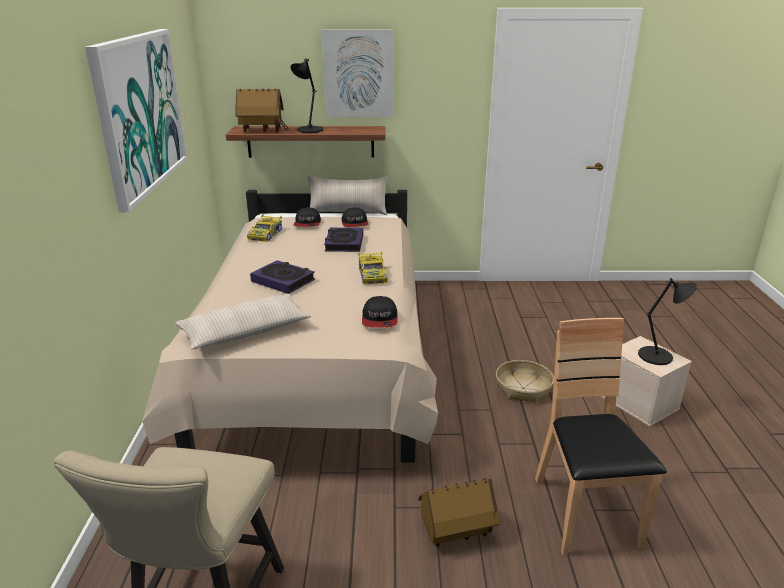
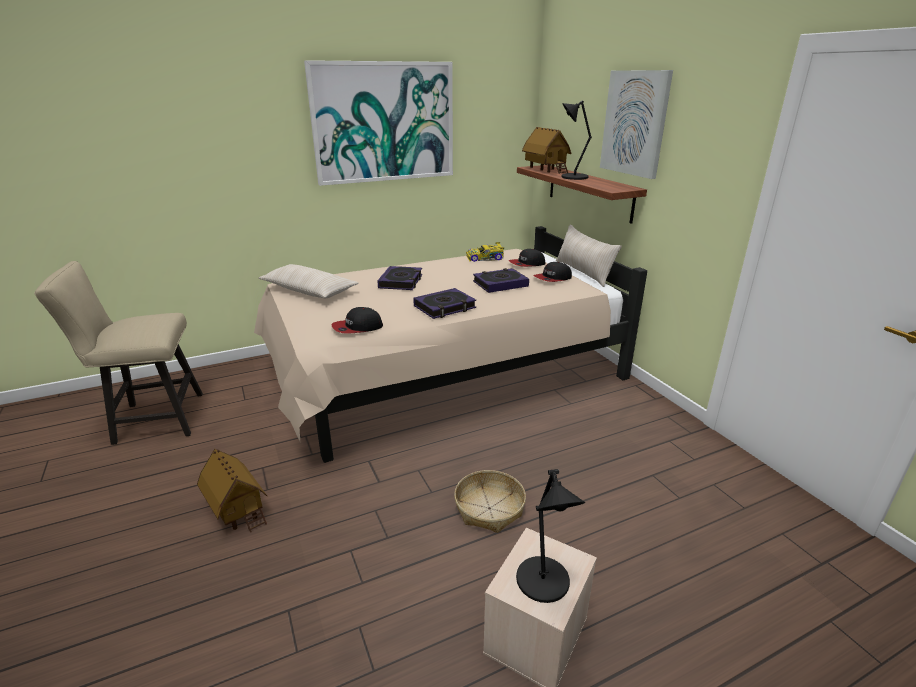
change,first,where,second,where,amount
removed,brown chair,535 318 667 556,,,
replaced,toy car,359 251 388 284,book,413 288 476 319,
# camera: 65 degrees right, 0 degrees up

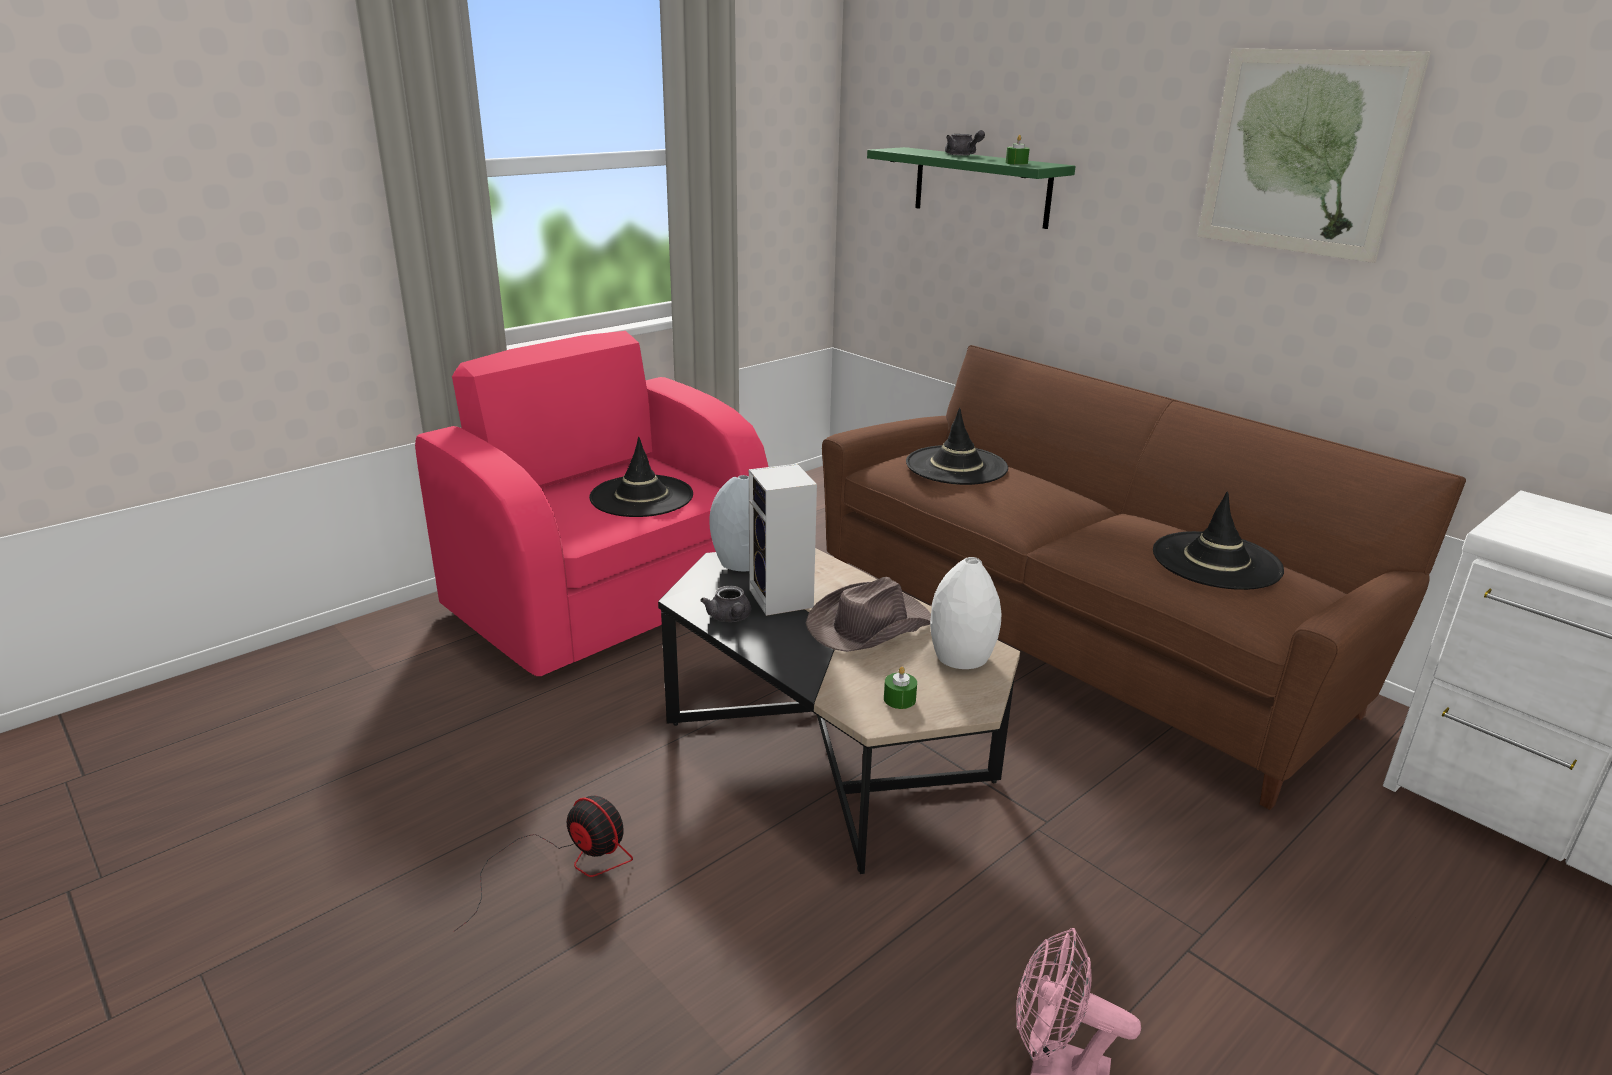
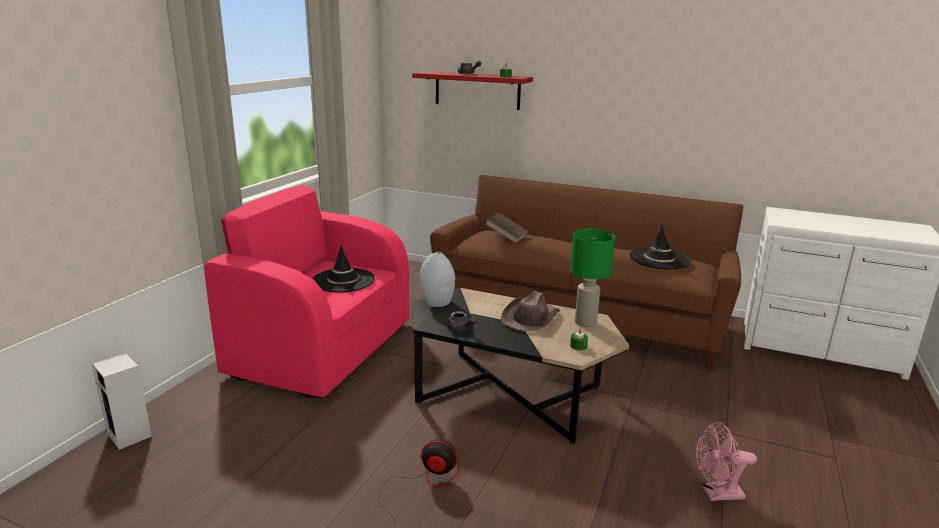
change,first,where,second,where,amount
removed,picture,1197 48 1431 263,,,
moved,speaker,749 464 817 616,,92 353 152 450,
replaced,black hat,906 408 1008 485,brown book,486 213 528 243,
replaced,white vase,930 557 1002 669,green table lamp,570 229 615 327,
recoloured,green shelf,867 147 1076 229,red shelf,412 71 533 110,
# camera: 25 degrees left, 5 degrees down

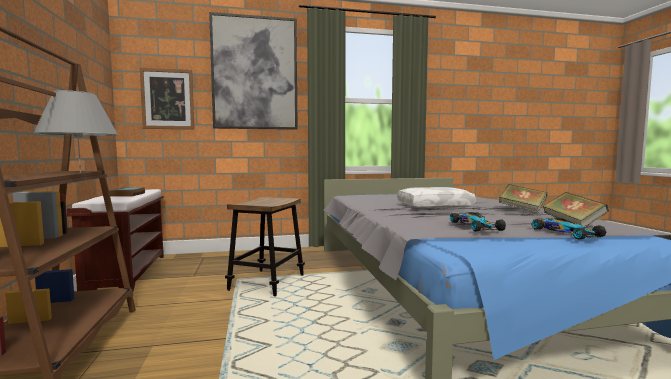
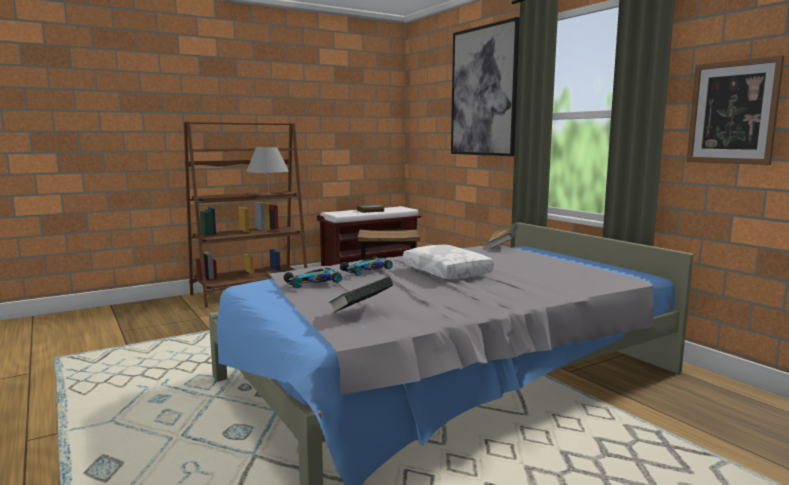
change,first,where,second,where,amount
moved,picture,140 68 195 130,,686 55 785 165,
moved,book,499 184 547 213,,488 223 518 249,
moved,toy car,531 217 606 240,,340 257 393 275,
# camera: 70 degrees right, 5 degrees up

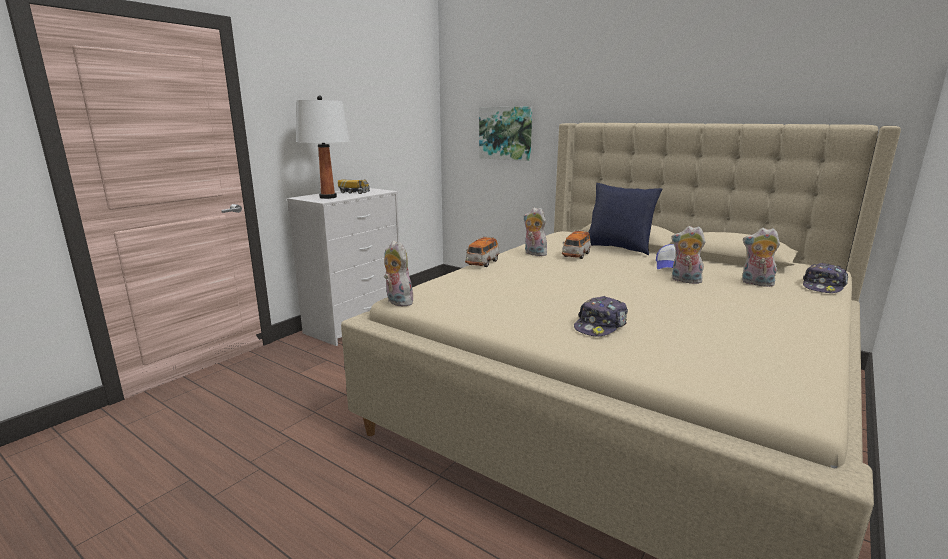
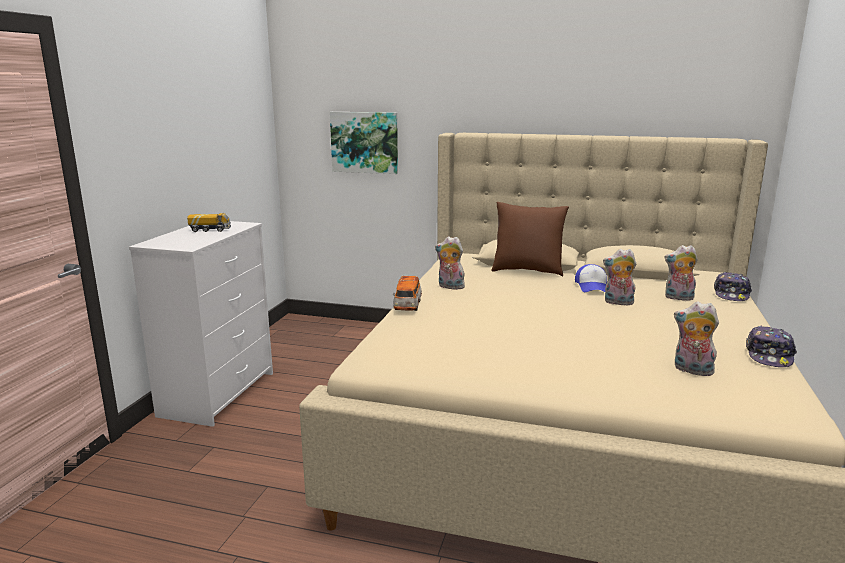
change,first,where,second,where,amount
removed,white table lamp,296 95 350 199,,,
removed,toy car,562 230 591 259,,,
moved,plush toy,384 241 413 307,,674 302 719 376,
moved,cap,574 296 628 336,,746 325 797 367,
recoloured,blue pillow,588 183 663 255,brown pillow,492 202 569 276,
# camera: 20 degrees left, 0 degrees up

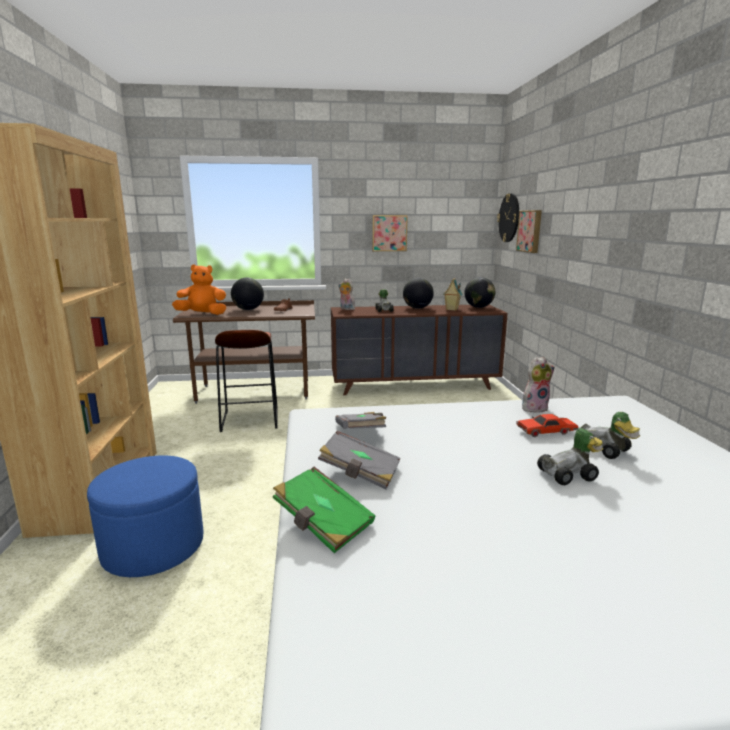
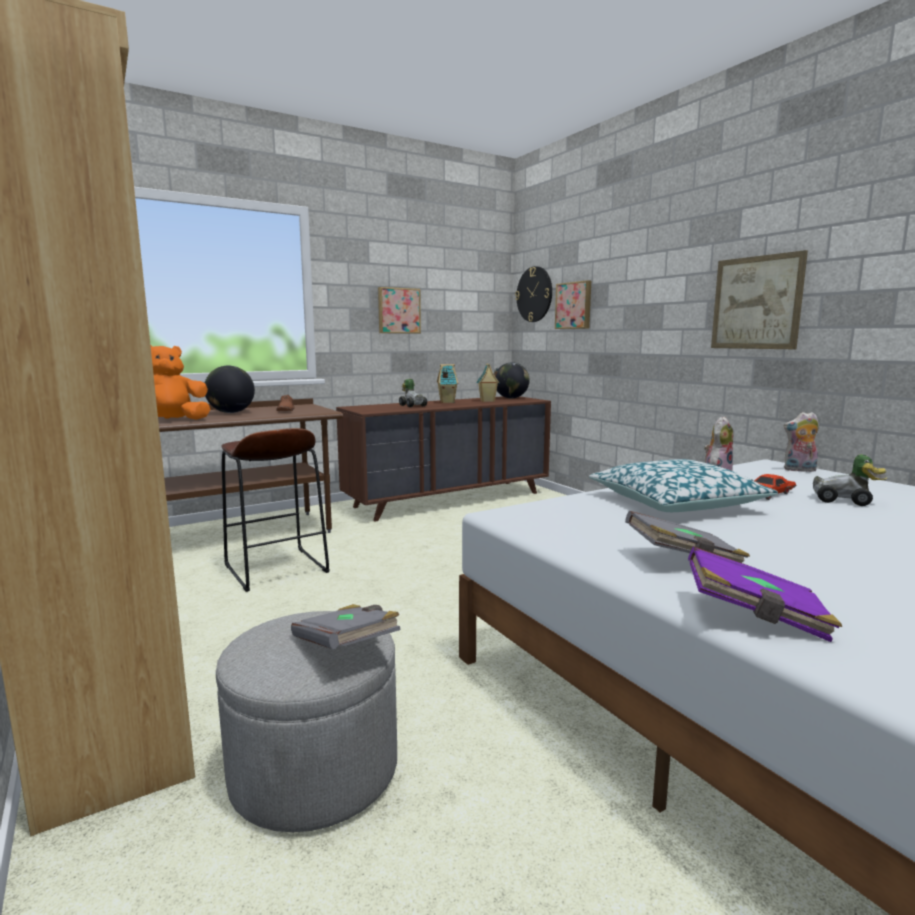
change,first,where,second,where,amount
removed,toy car,537 428 603 485,,,
added,,,pillow,589 459 778 512,
added,,,picture,711 250 808 349,
moved,grey book,335 412 386 429,,291 604 400 649,
moved,plush toy,338 279 355 310,,784 412 819 472,
replaced,globe,403 278 434 309,toy house,437 364 458 403,
recoloured,blue ottoman,87 455 203 577,grey ottoman,216 611 397 832,
recoloured,green book,273 467 375 553,purple book,688 546 842 642,
# camera: 25 degrees left, 5 degrees down

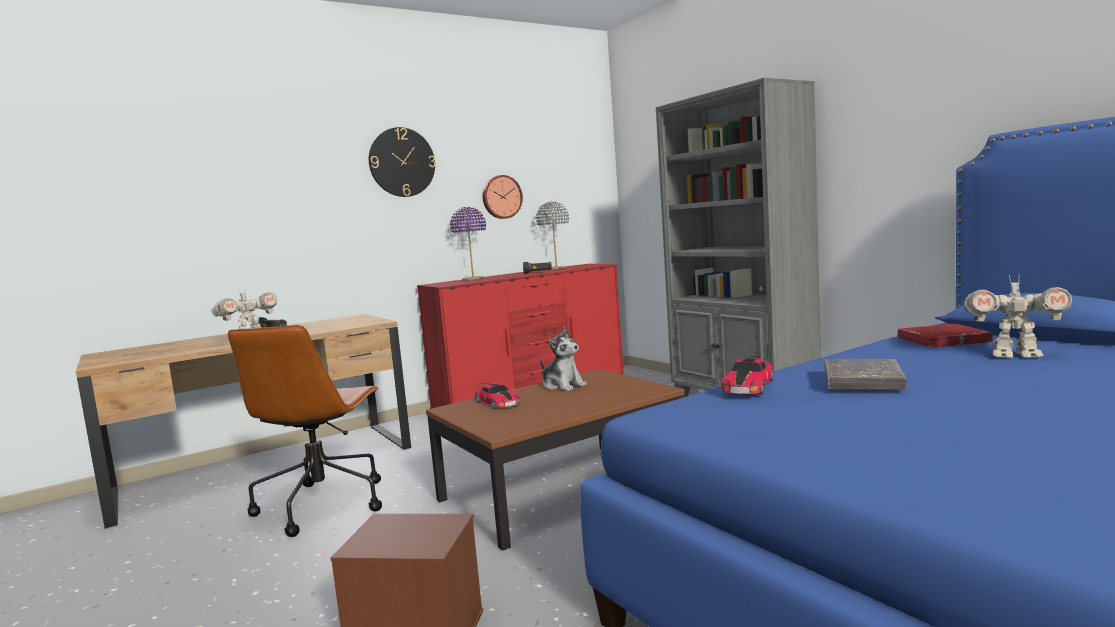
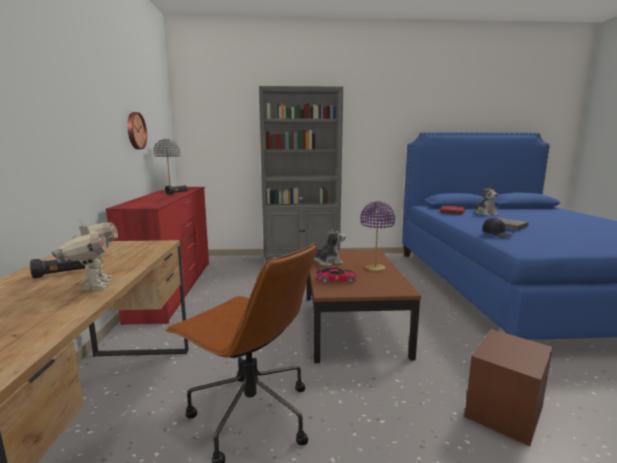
change,first,where,second,where,amount
removed,wall clock,369 127 436 197,,,
moved,purple table lamp,450 207 486 280,,360 201 395 271,
replaced,toy car,722 356 774 394,black cap,483 218 513 238,
replaced,toy robot,963 274 1072 358,plush toy,475 184 499 216,
# camera: 60 degrees left, 5 degrees up

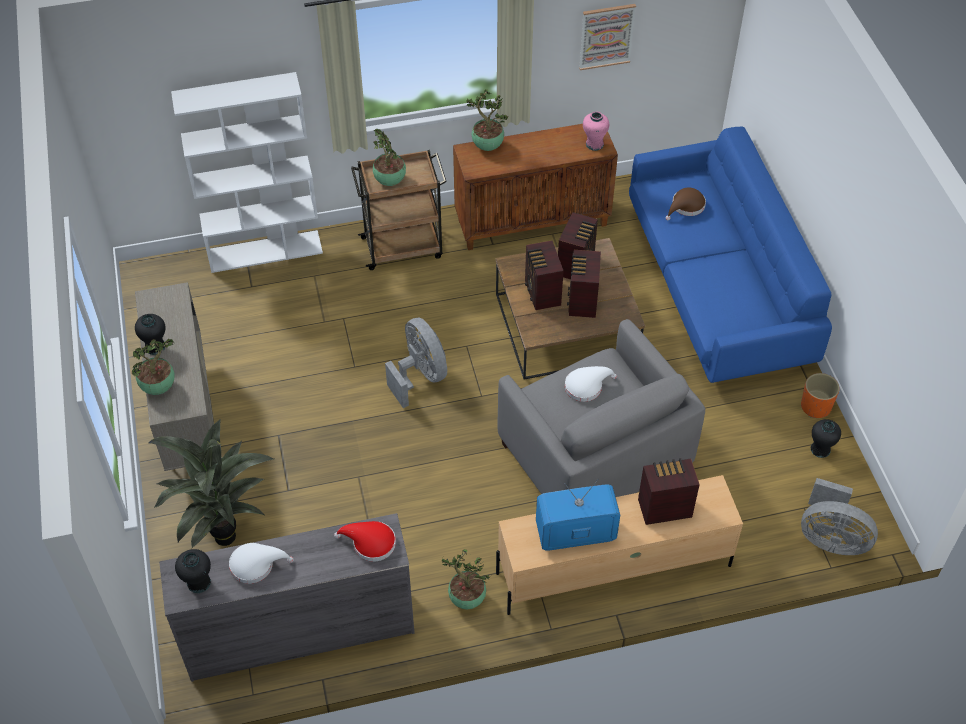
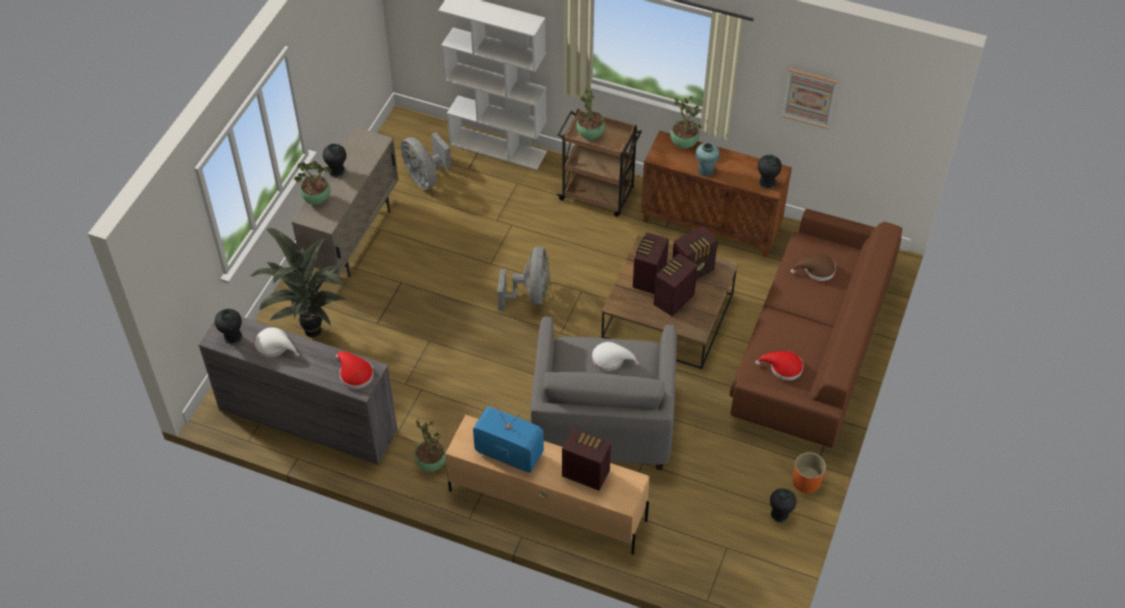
change,first,where,second,where,amount
added,,,turquoise vase,696 143 720 176,
added,,,red hat,755 351 803 380,
moved,grey fan,801 478 878 555,,401 132 452 189,
recoloured,pink vase,583 112 609 151,black vase,758 155 782 189,
recoloured,blue sofa,629 127 832 383,brown sofa,730 209 902 448,
# camera: 35 degrees right, 0 degrees up

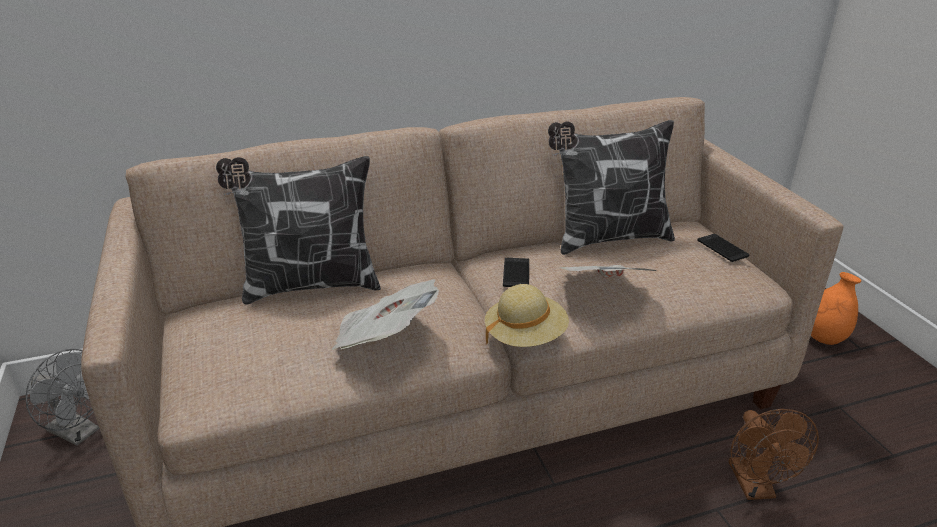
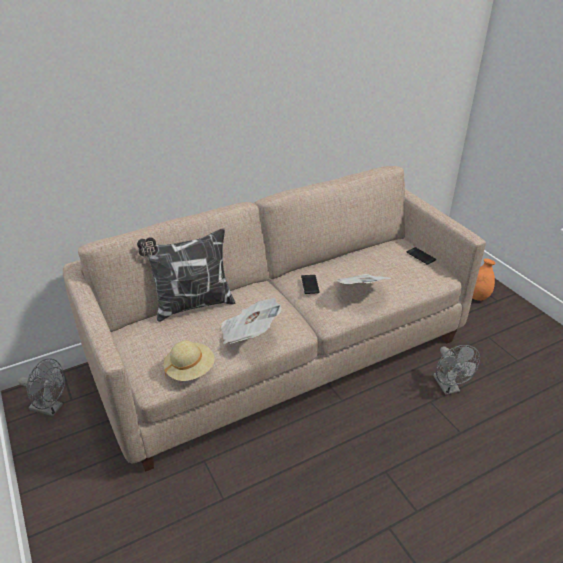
change,first,where,second,where,amount
removed,pillow,548 120 675 255,,,
moved,beige hat,485 284 569 347,,164 340 215 381,
recoloured,brown fan,729 409 819 500,grey fan,433 345 480 395,
# camera: 10 degrees left, 5 degrees up

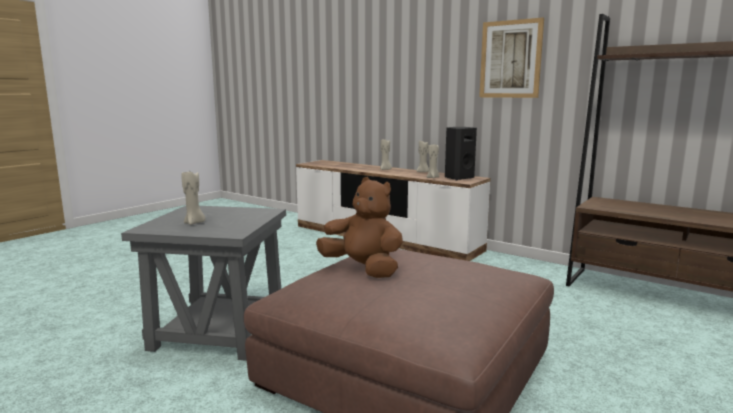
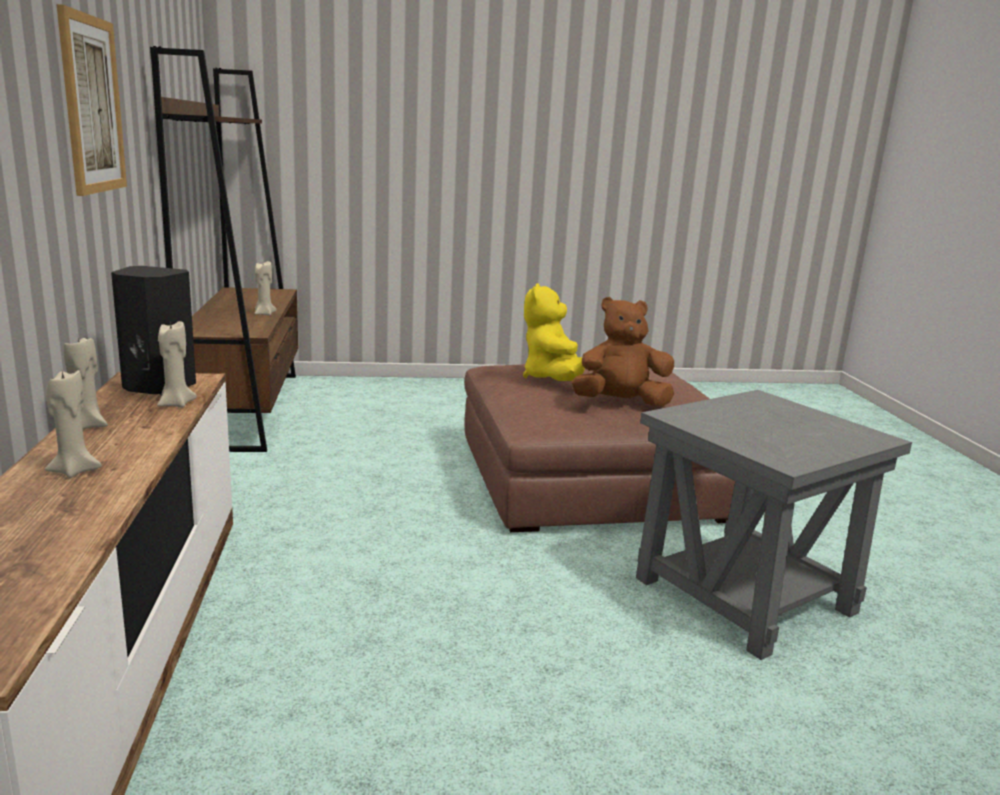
change,first,where,second,where,amount
added,,,yellow plush toy,523 283 585 381,
moved,beige candle,181 172 206 225,,255 261 276 316,
turned,brown plush toy,316 177 403 278,,572 297 674 407,90 degrees clockwise
# camera: 135 degrees left, 5 degrees up

